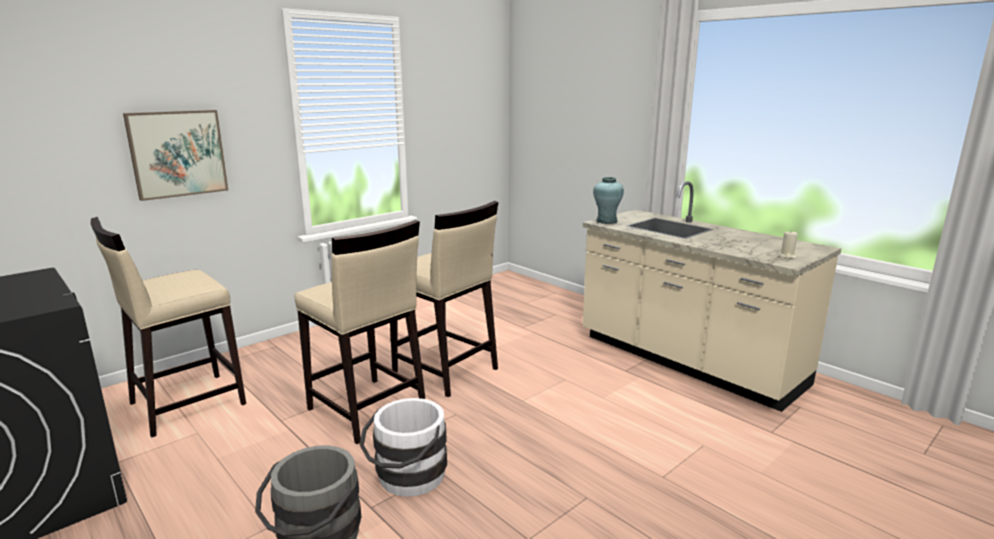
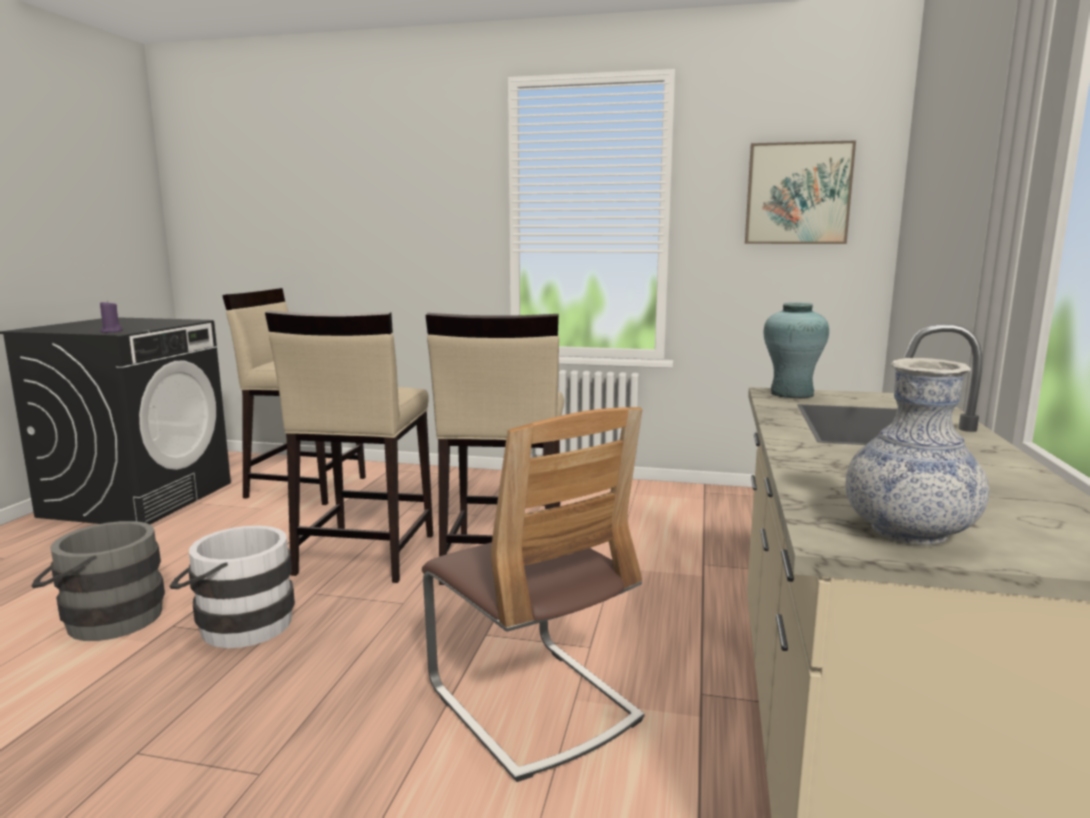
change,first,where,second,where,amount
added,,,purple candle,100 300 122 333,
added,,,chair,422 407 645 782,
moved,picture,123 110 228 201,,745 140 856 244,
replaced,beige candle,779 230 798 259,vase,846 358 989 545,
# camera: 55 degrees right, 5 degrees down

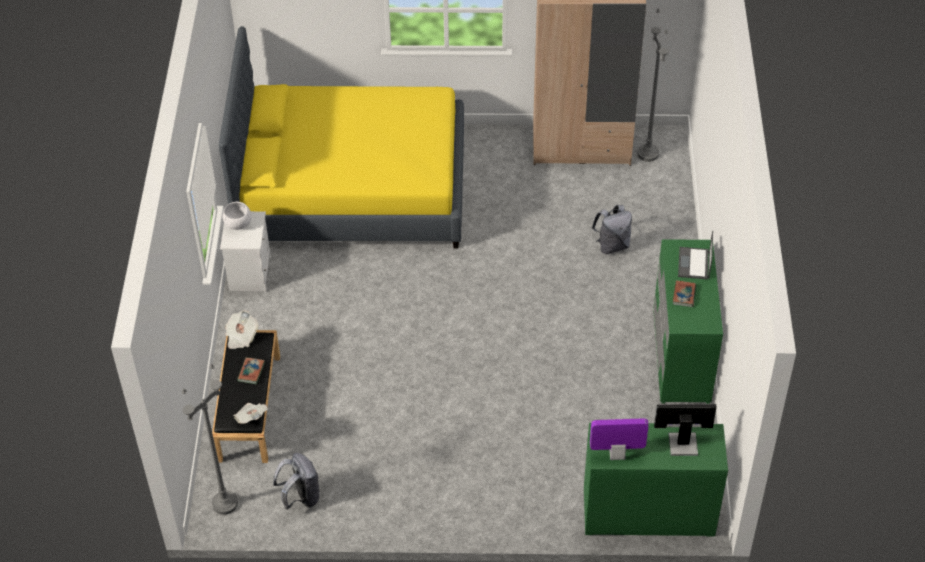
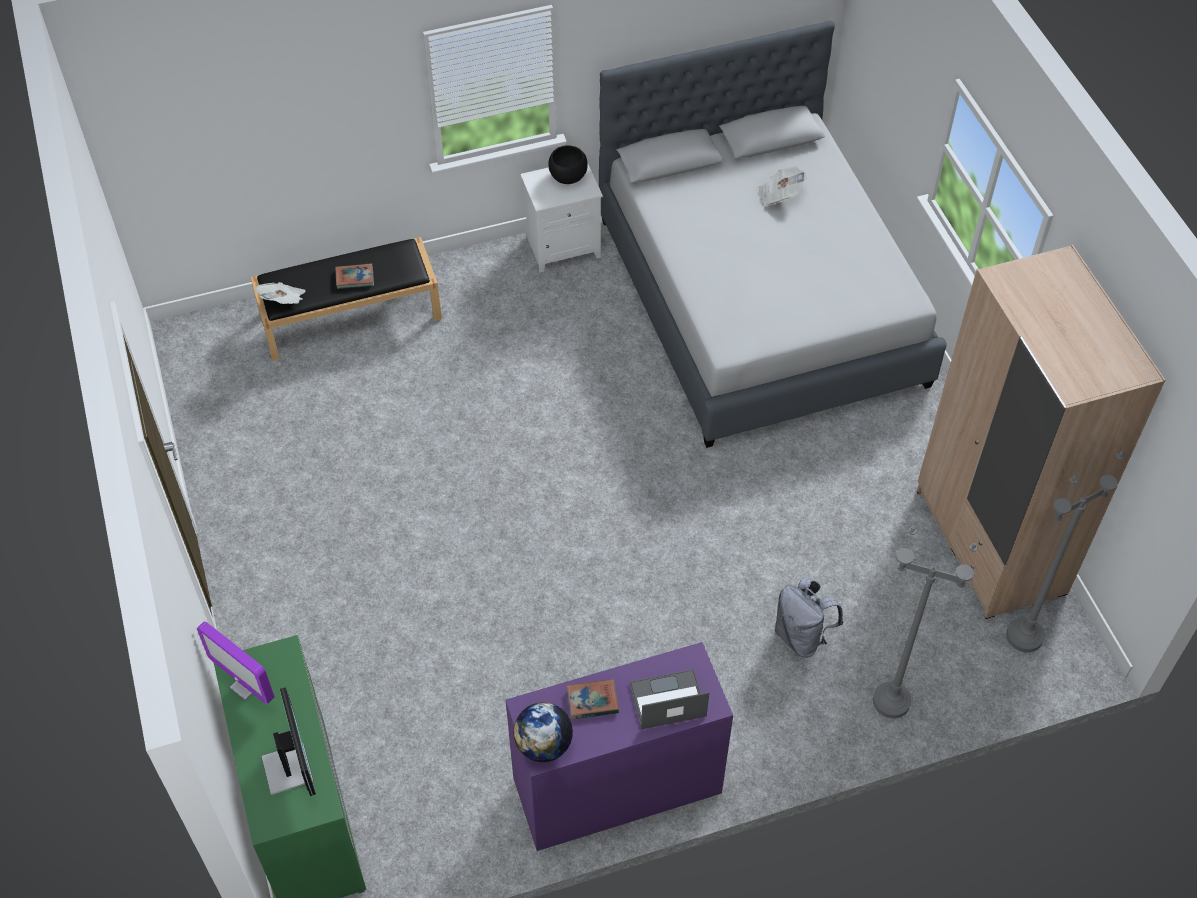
change,first,where,second,where,amount
removed,grey backpack,273 453 320 510,,,
added,,,globe,513 702 573 762,
moved,grey floor lamp,182 363 238 515,,873 526 978 718,
moved,newspaper,225 310 258 349,,756 166 807 206,
recoloured,yellow bed,219 26 464 249,grey bed,599 20 947 448,
recoloured,white bowl,223 202 252 230,black bowl,548 145 588 184,
recoloured,green dresser,653 239 723 404,purple dresser,506 642 733 851,
turned,monitor,590 418 649 460,,197 621 274 704,150 degrees clockwise
# camera: 70 degrees right, 5 degrees up

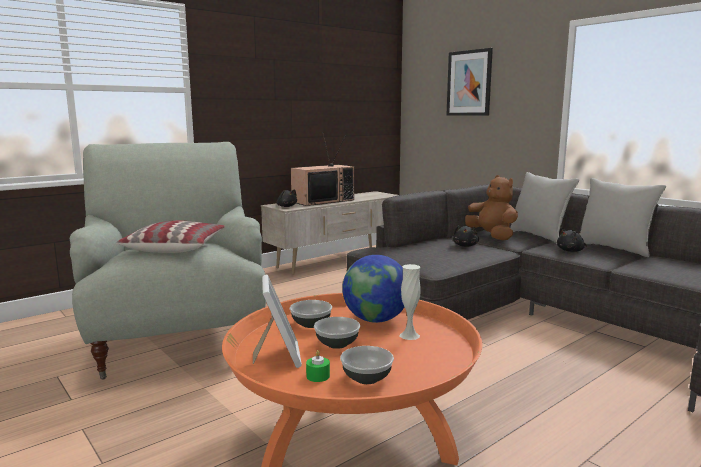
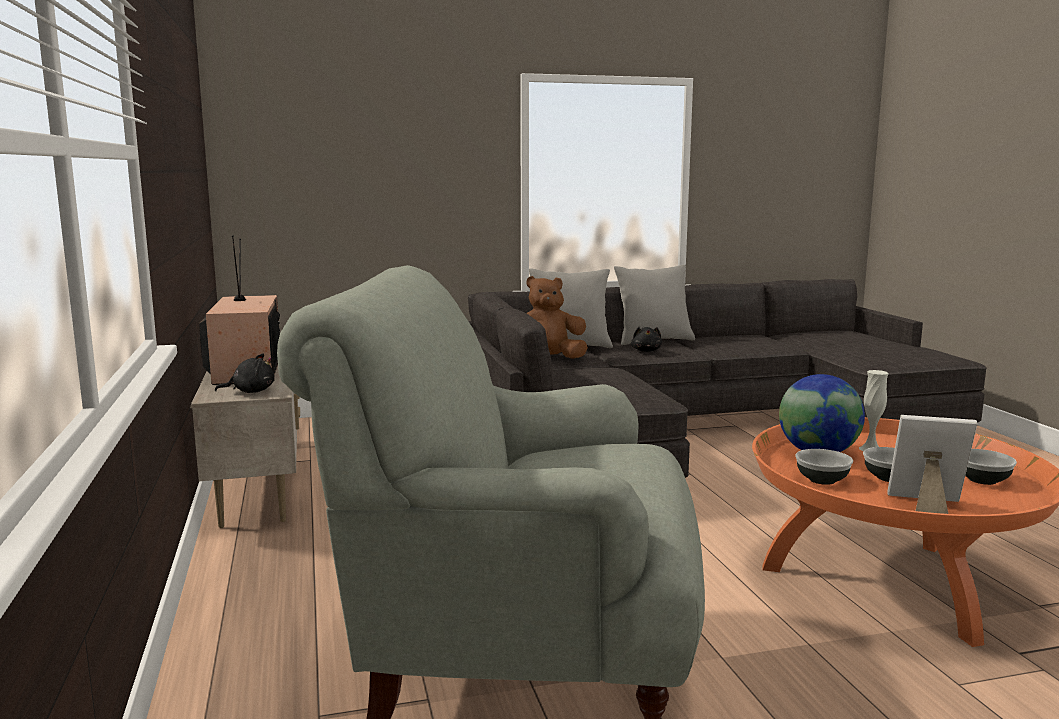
change,first,where,second,where,amount
removed,pillow,116 220 224 253,,,
removed,green candle,306 350 330 382,,,
removed,picture,446 48 493 116,,,
removed,black plush toy,453 225 479 247,,,
# camera: 65 degrees left, 0 degrees up

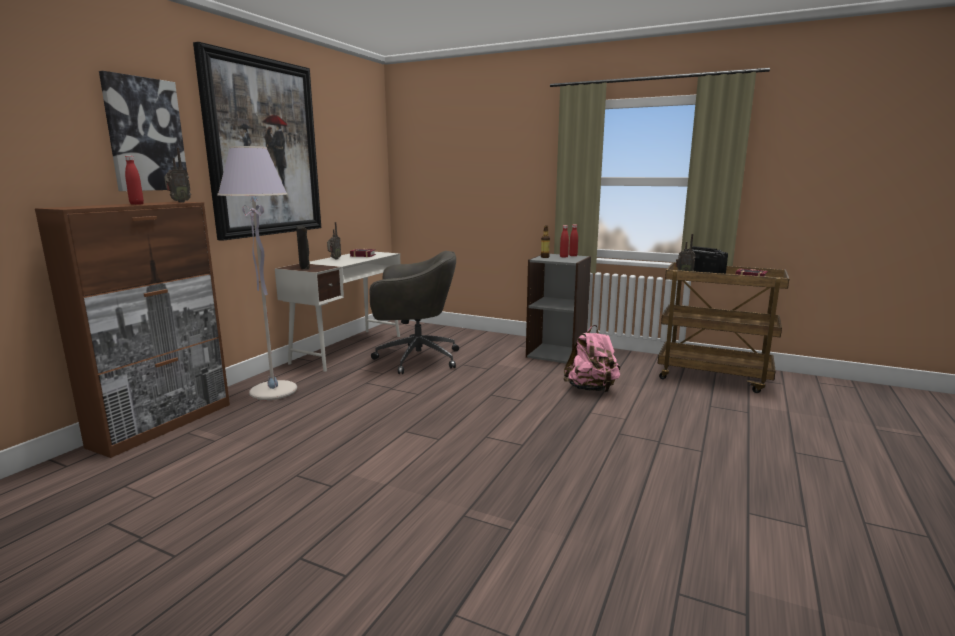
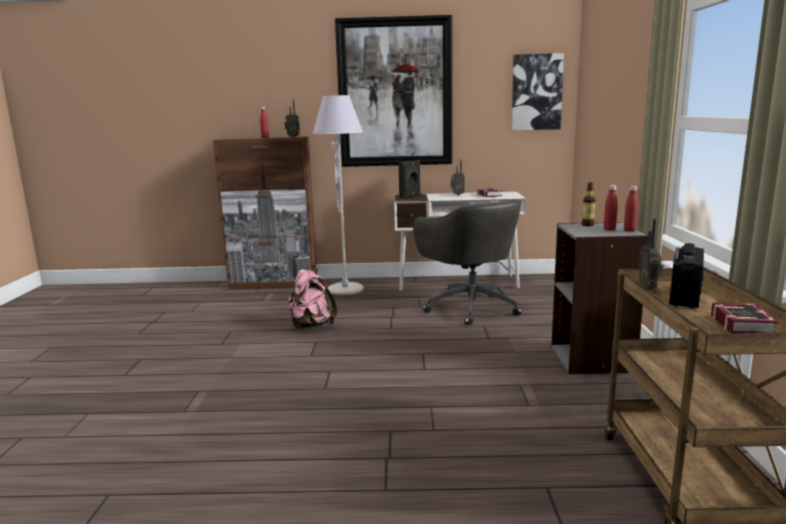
change,first,where,second,where,amount
moved,picture,99 71 187 191,,512 53 564 131,
moved,pink backpack,563 325 620 392,,288 265 337 329,
# camera: 65 degrees right, 0 degrees up

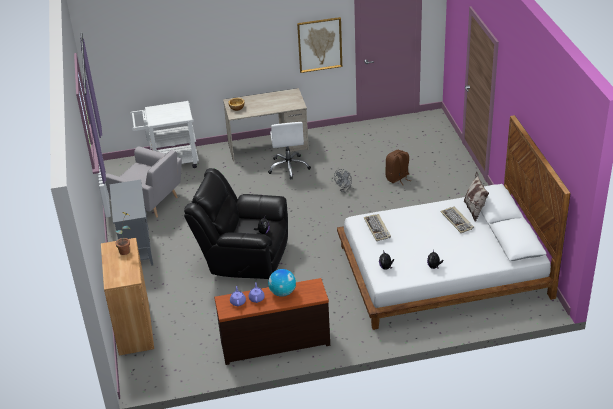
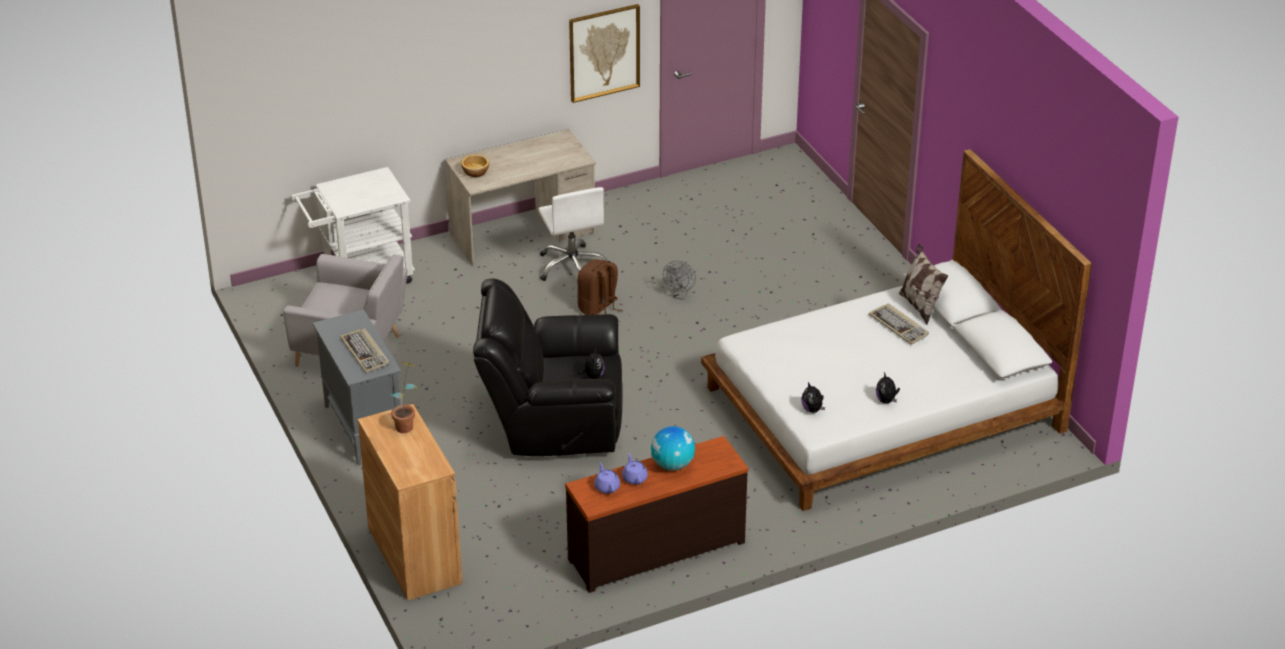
change,first,where,second,where,amount
moved,keyboard,364 214 391 241,,340 328 389 373,
moved,brown backpack,386 150 411 185,,578 259 623 315,
# camera: 15 degrees left, 0 degrees up

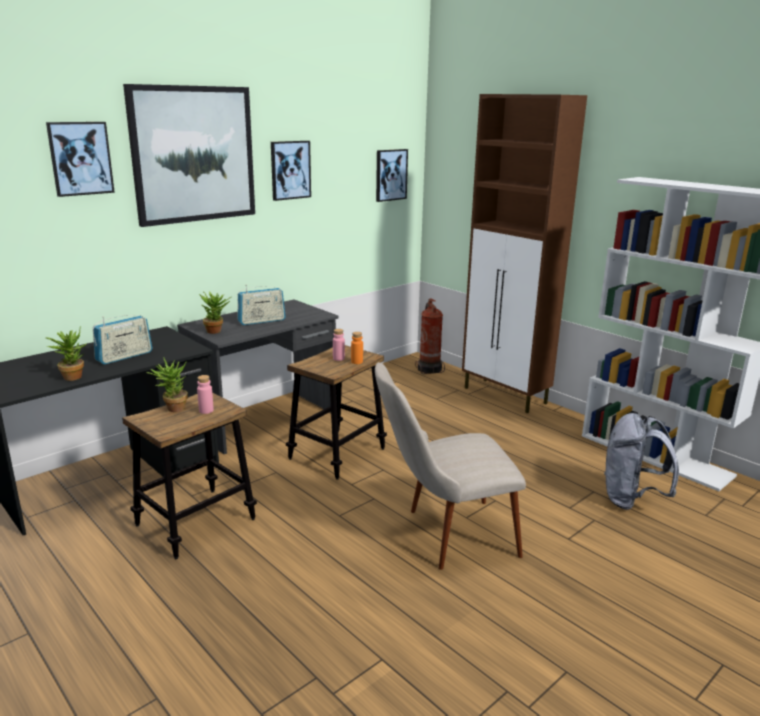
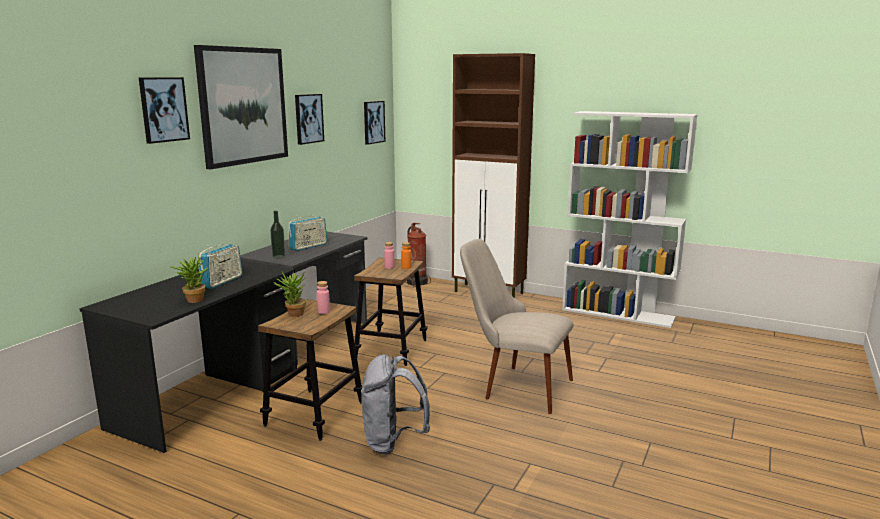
change,first,where,second,where,amount
moved,grey backpack,604 413 679 510,,361 354 430 455,
replaced,potted plant,199 291 231 334,bottle,270 211 286 259,
turned,beige chair,375 362 526 570,,460 239 574 414,60 degrees clockwise
# camera: 20 degrees left, 5 degrees down

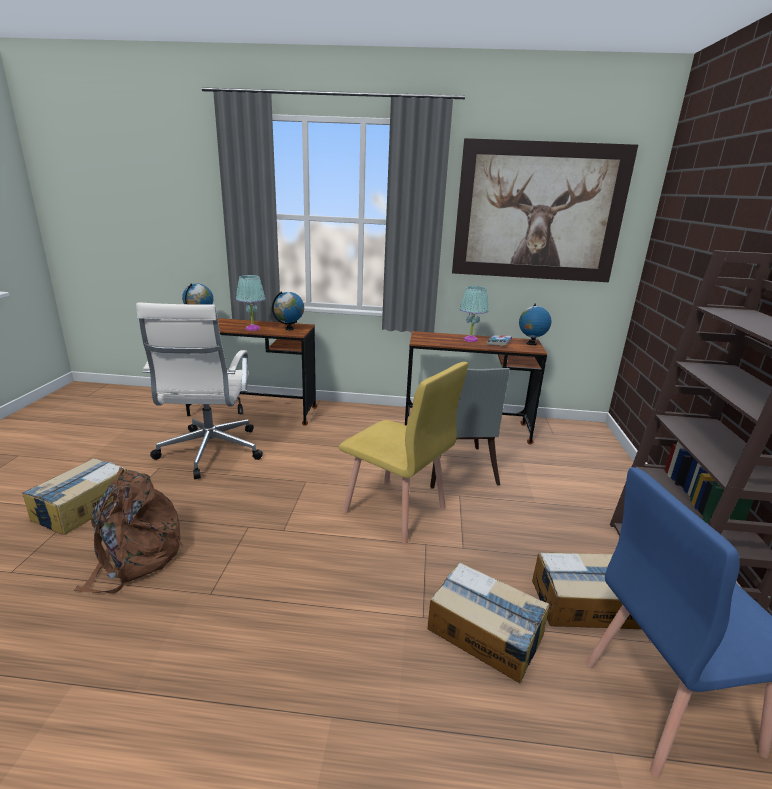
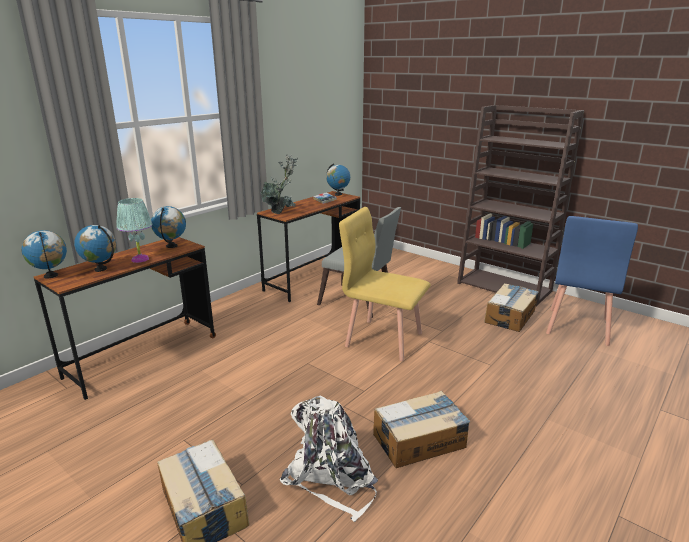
change,first,where,second,where,amount
removed,white office chair,136 303 263 479,,,
removed,picture,452 138 638 282,,,
removed,turquoise table lamp,460 286 489 342,,,
added,,,globe,74 225 116 272,
added,,,potted plant,261 154 298 214,
moved,cardboard box,427 562 549 683,,373 391 470 468,
recoloured,brown backpack,74 467 183 593,white backpack,280 396 378 522,
turned,yellow chair,339 362 468 544,,339 207 431 361,135 degrees counterclockwise
# camera: 55 degrees left, 0 degrees up

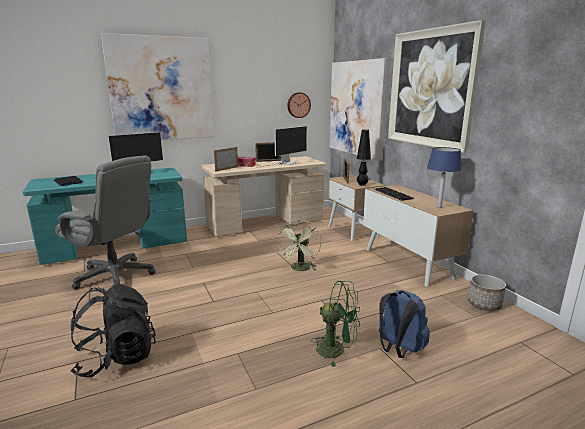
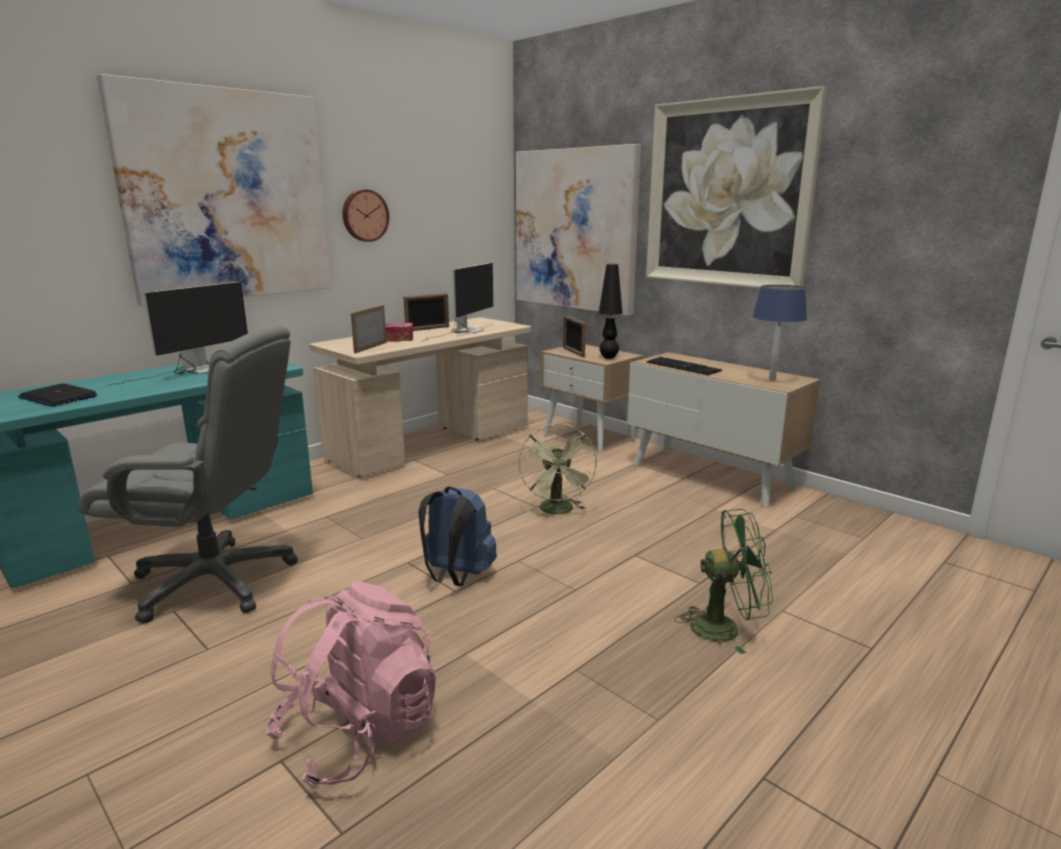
change,first,where,second,where,amount
removed,planter,468 274 506 311,,,
moved,wall clock,287 92 311 118,,343 189 389 242,
moved,blue backpack,379 290 430 358,,418 487 497 586,
recoloured,black backpack,71 284 156 377,pink backpack,266 581 436 786,
# camera: 20 degrees left, 0 degrees up

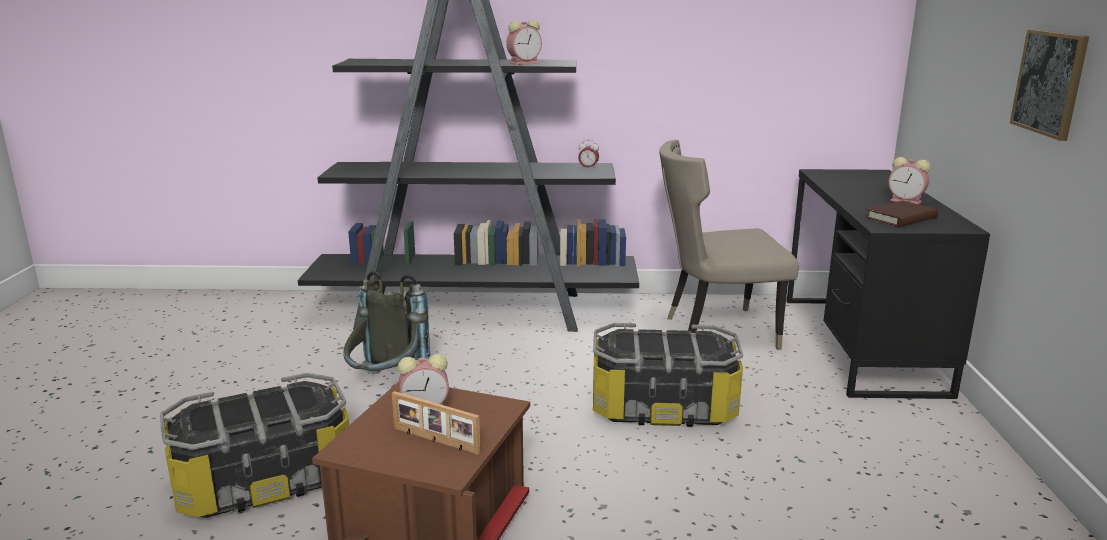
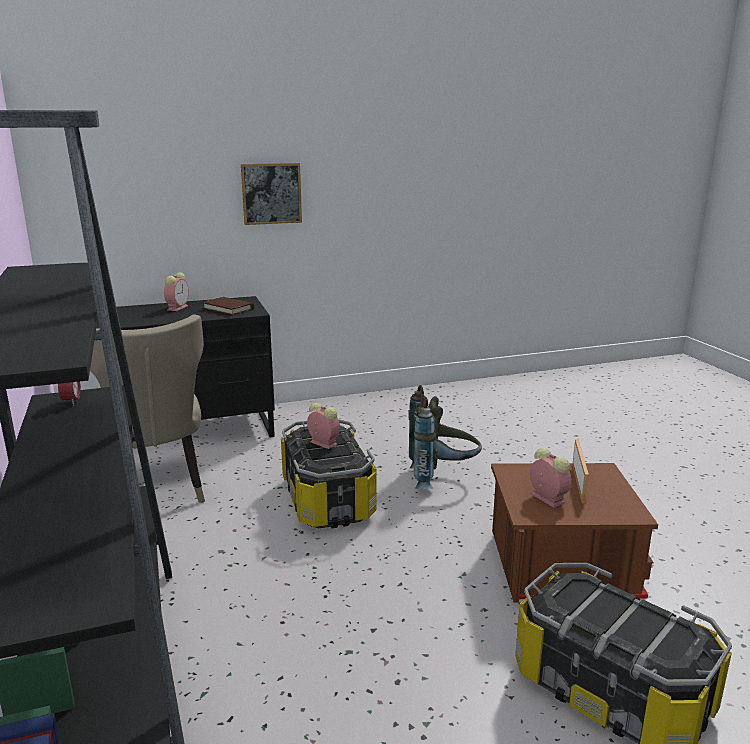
change,first,where,second,where,amount
moved,grey backpack,343 271 430 374,,408 385 482 489,
moved,alarm clock,506 20 542 65,,307 403 340 449,
# camera: 110 degrees left, 0 degrees up

